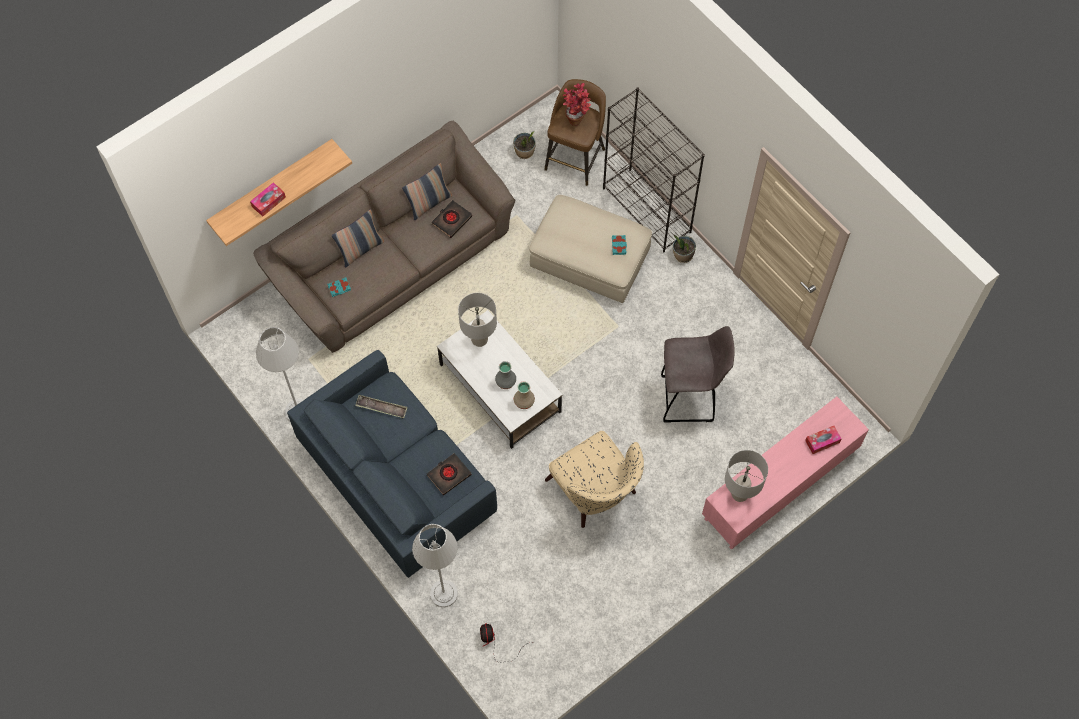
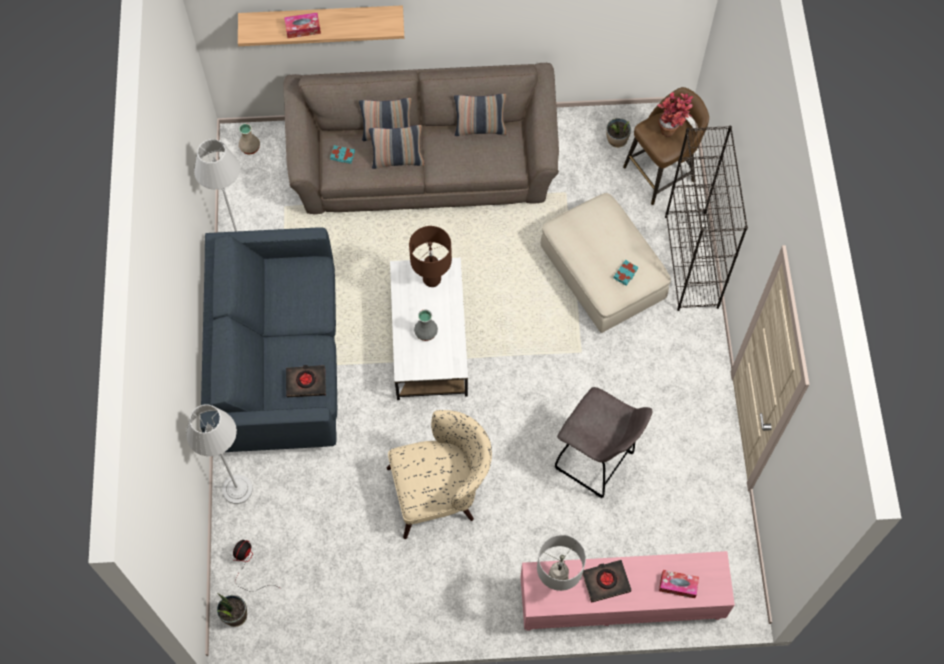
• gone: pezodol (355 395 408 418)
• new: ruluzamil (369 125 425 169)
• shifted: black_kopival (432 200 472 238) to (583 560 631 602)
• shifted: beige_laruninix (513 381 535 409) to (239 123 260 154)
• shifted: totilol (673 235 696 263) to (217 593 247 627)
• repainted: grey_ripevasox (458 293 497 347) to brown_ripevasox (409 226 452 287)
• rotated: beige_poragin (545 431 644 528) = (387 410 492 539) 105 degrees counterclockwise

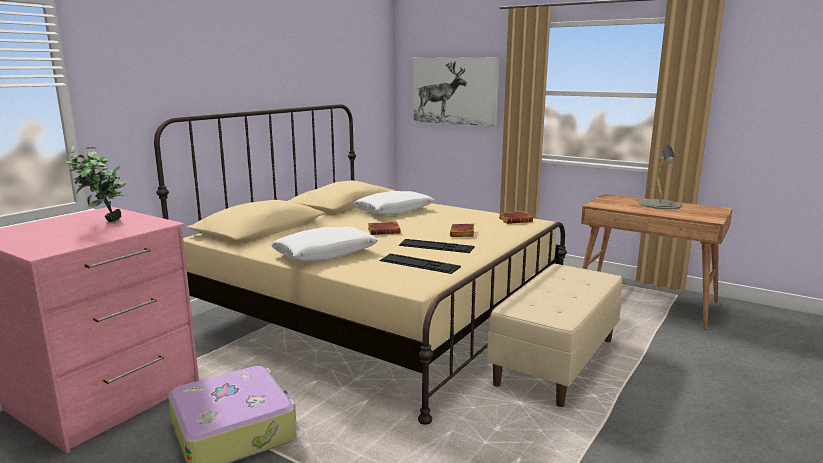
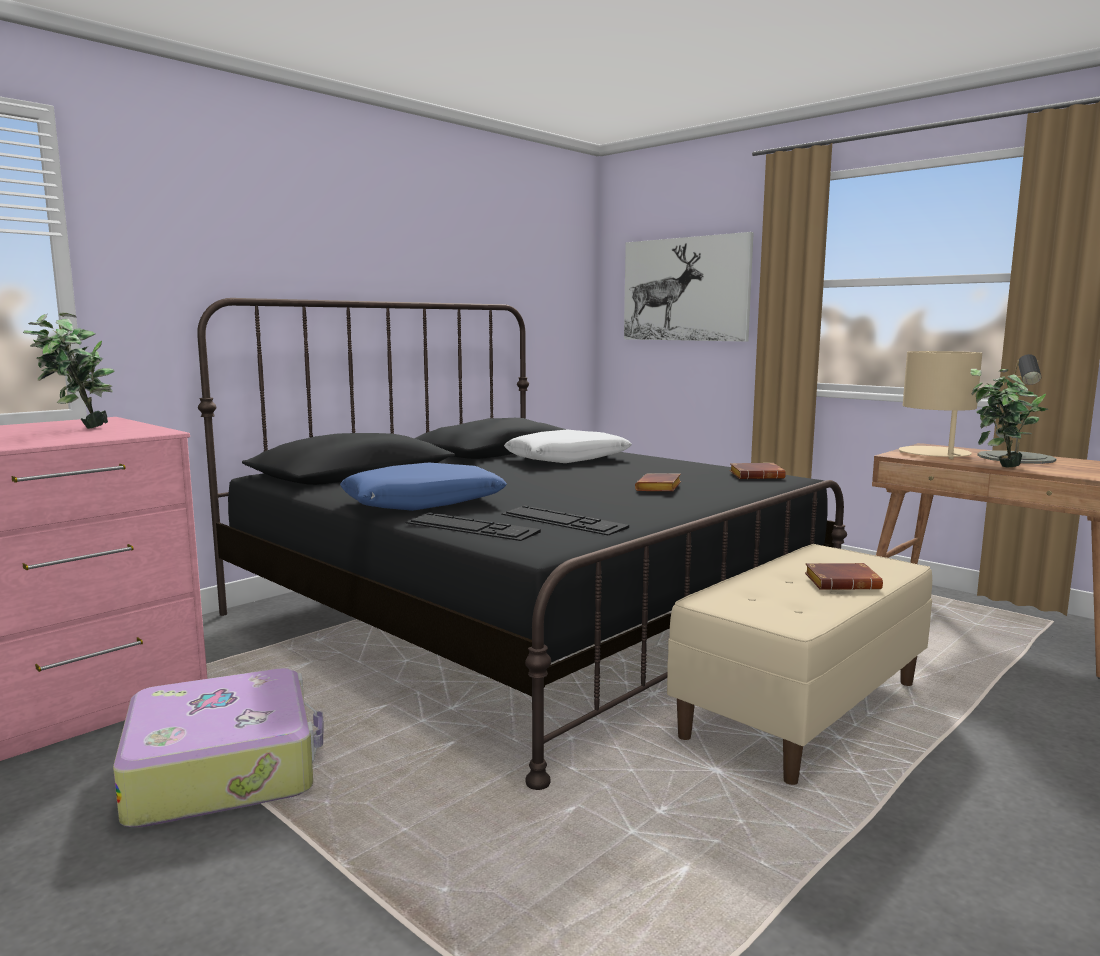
• new: beige_ripevasox (899 351 982 459)
• new: totilol (971 369 1048 467)
• shifted: brown_kopival (368 222 401 235) to (805 563 883 590)
• shifted: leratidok (399 239 474 253) to (405 513 541 541)
• repainted: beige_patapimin (154 104 567 425) to black_patapimin (197 298 847 790)
• repainted: white_ruluzamil (271 227 378 261) to blue_ruluzamil (340 463 507 511)

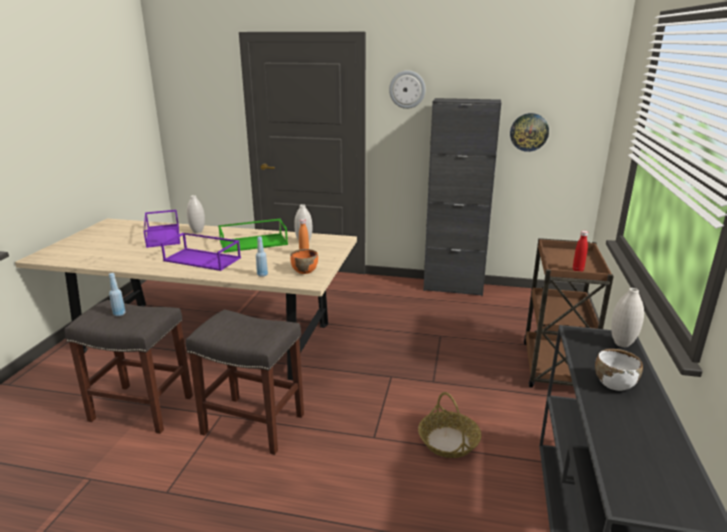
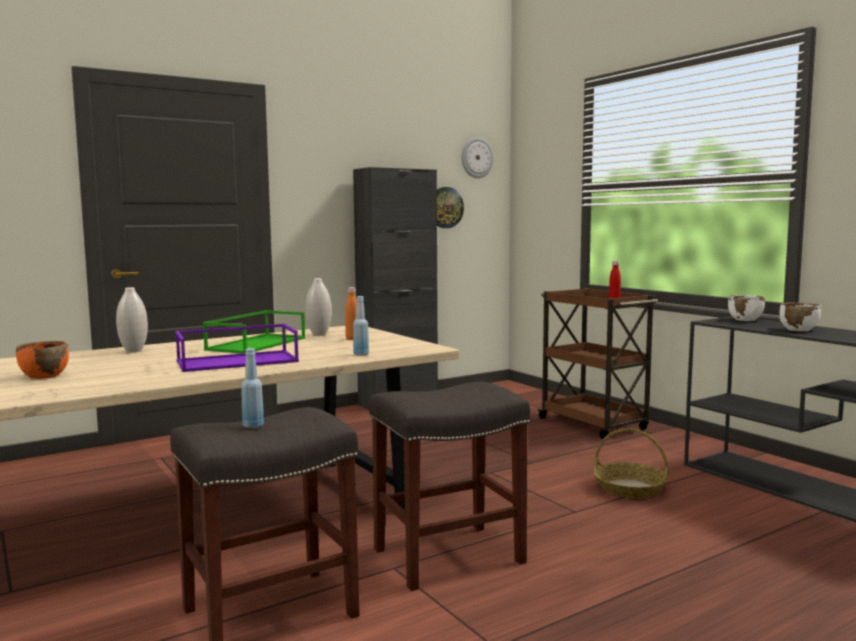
• gone: purple_pezodol (143 210 180 248)
• shifted: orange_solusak (290 249 318 274) to (16 341 69 379)
• shifted: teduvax (389 70 426 109) to (461 137 494 178)
• swapped: white_laruninix (611 288 644 347) to white_solusak (728 295 765 321)

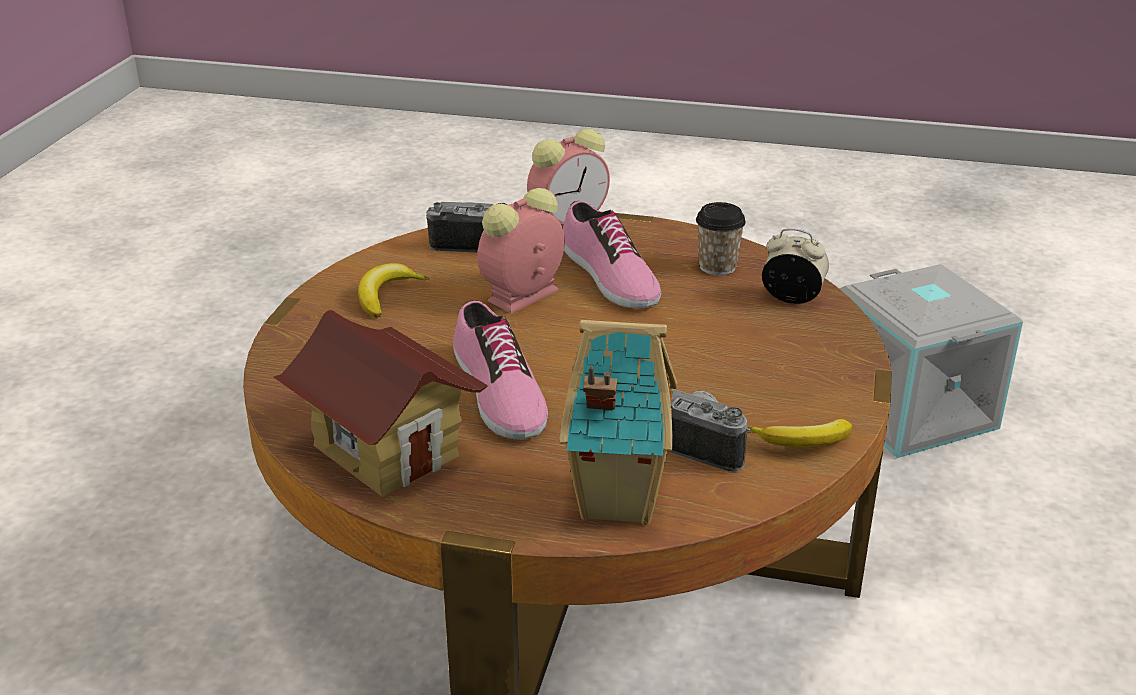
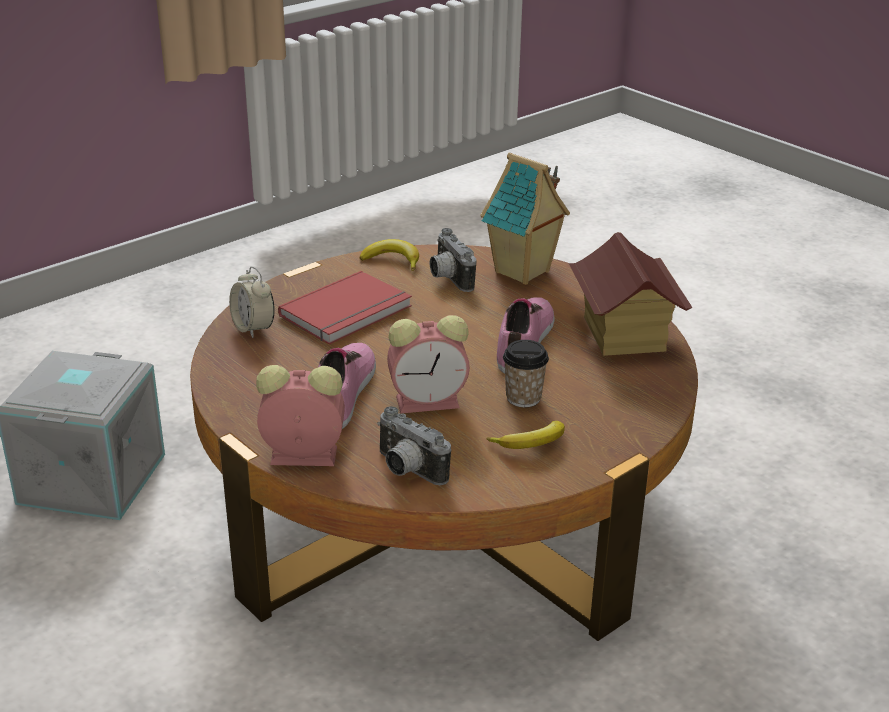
• new: red_kopival (278 271 412 344)
• shifted: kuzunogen (696 202 746 276) to (503 340 549 407)

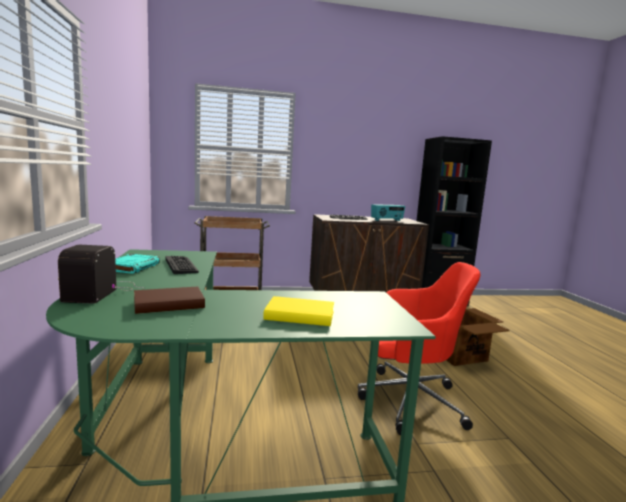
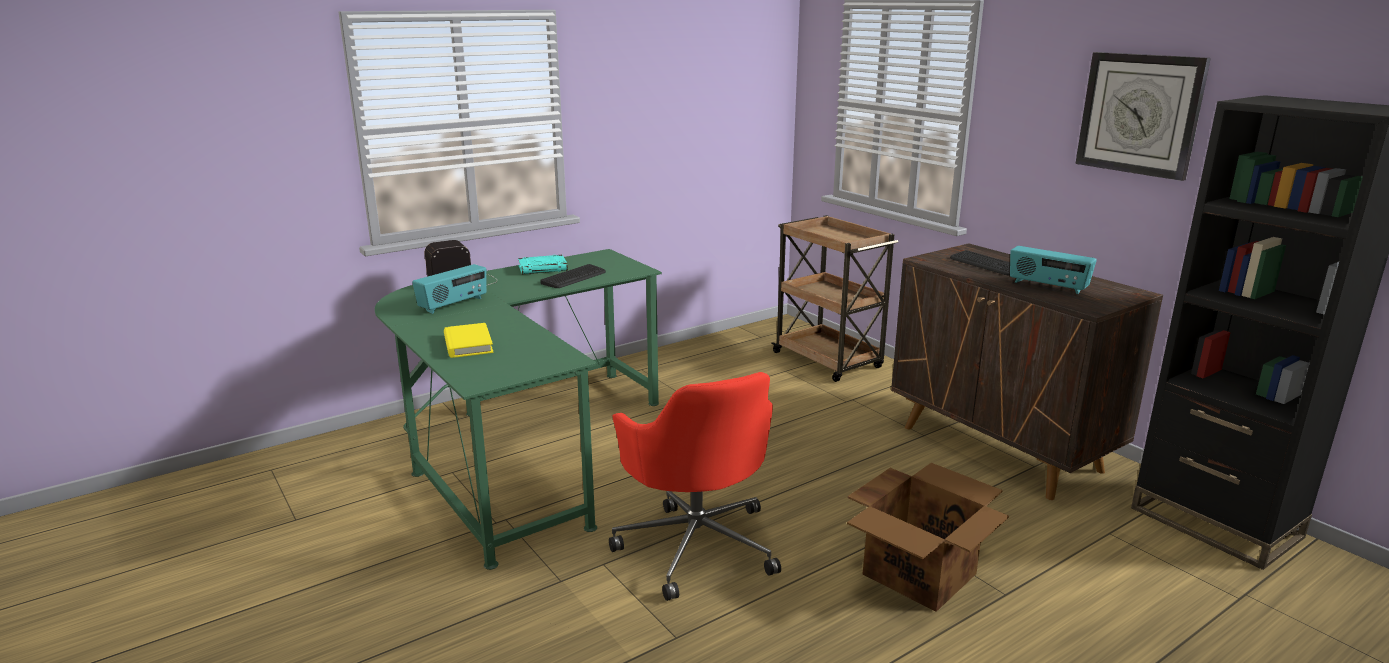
• new: teduvax (1075 52 1211 181)
• swapped: brown_kopival (134 287 205 314) to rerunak (412 264 487 314)

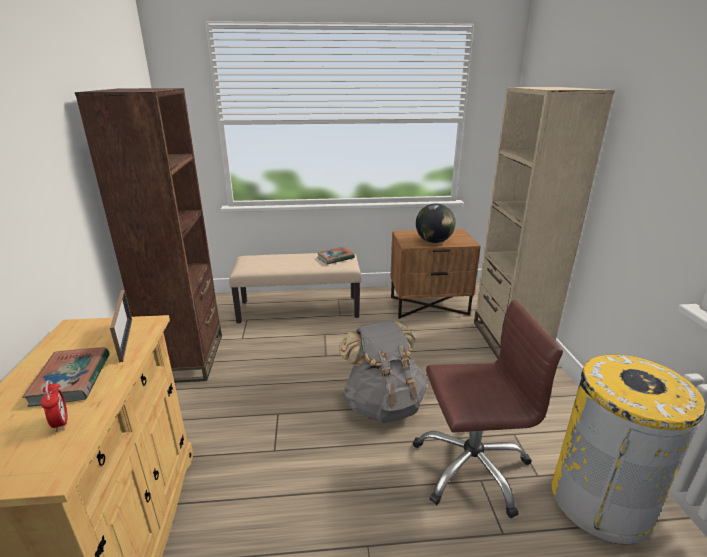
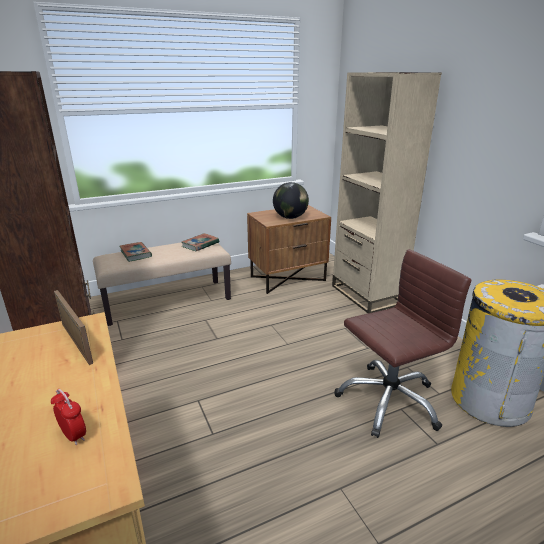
• gone: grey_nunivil (339 321 427 423)
• shifted: kopival (22 347 110 407) to (120 242 152 262)

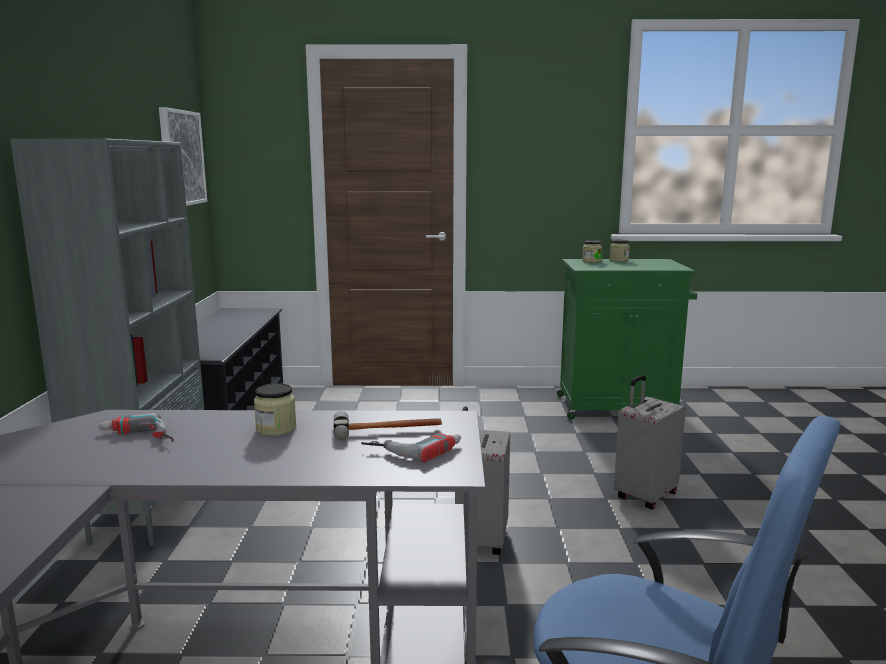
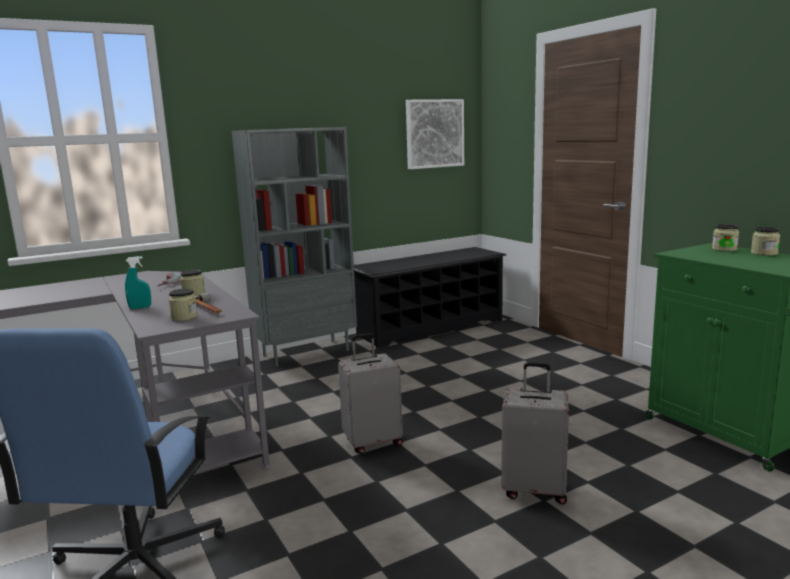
• new: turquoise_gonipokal (125 256 151 309)
• swapped: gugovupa (361 433 461 462) to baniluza (169 289 198 321)

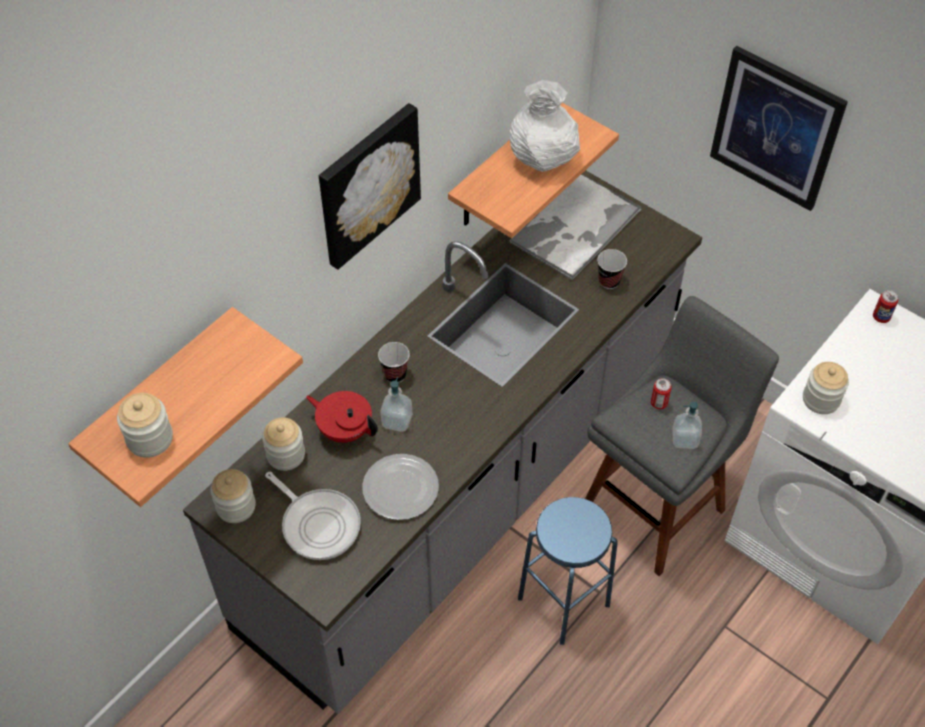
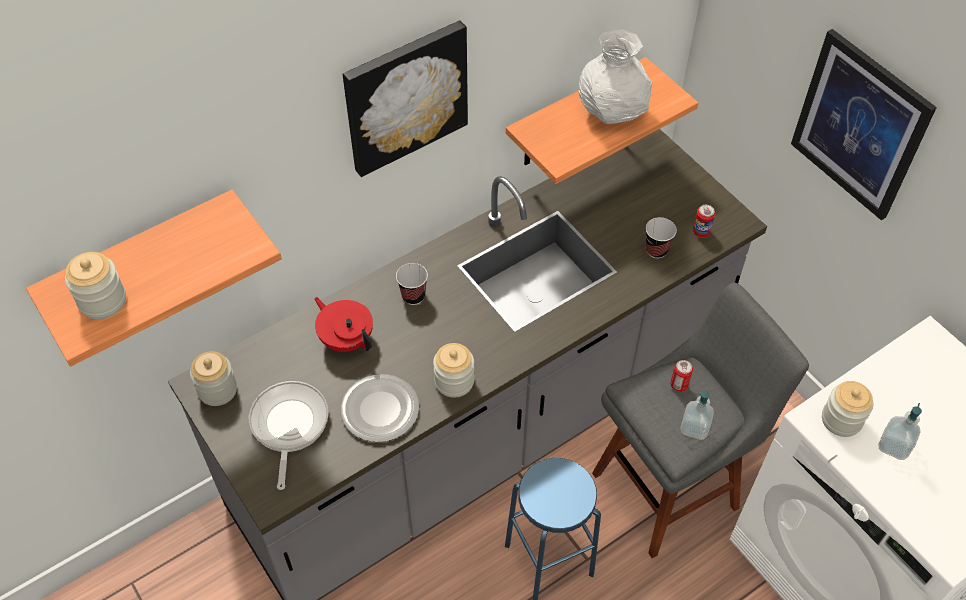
• gone: pezodol (510 174 642 281)
• shifted: baniluza (262 417 305 471) to (433 343 474 398)
• shifted: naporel (380 377 412 432) to (878 403 922 460)
• shifted: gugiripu (873 290 898 323) to (693 205 715 238)
• rotated: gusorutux (265 472 361 560) = (249 381 329 490) 150 degrees counterclockwise

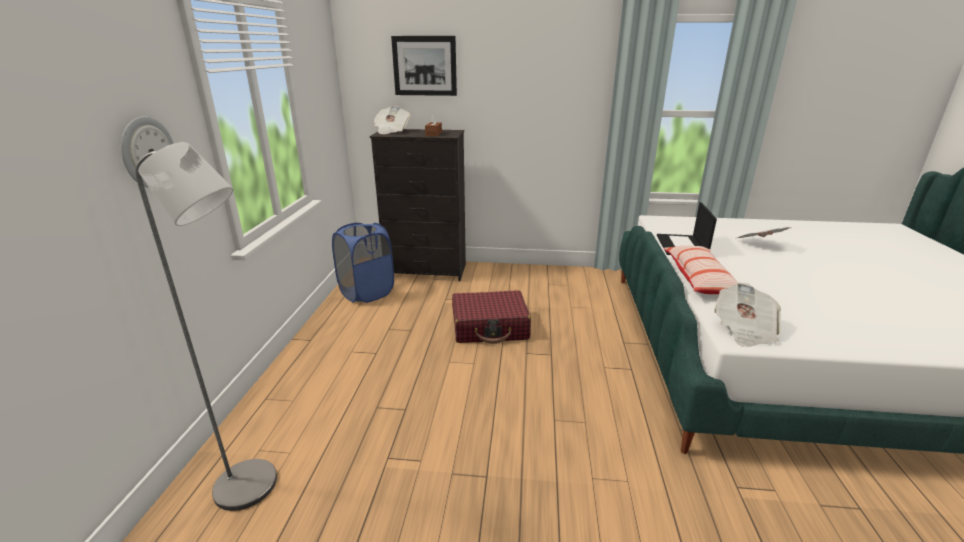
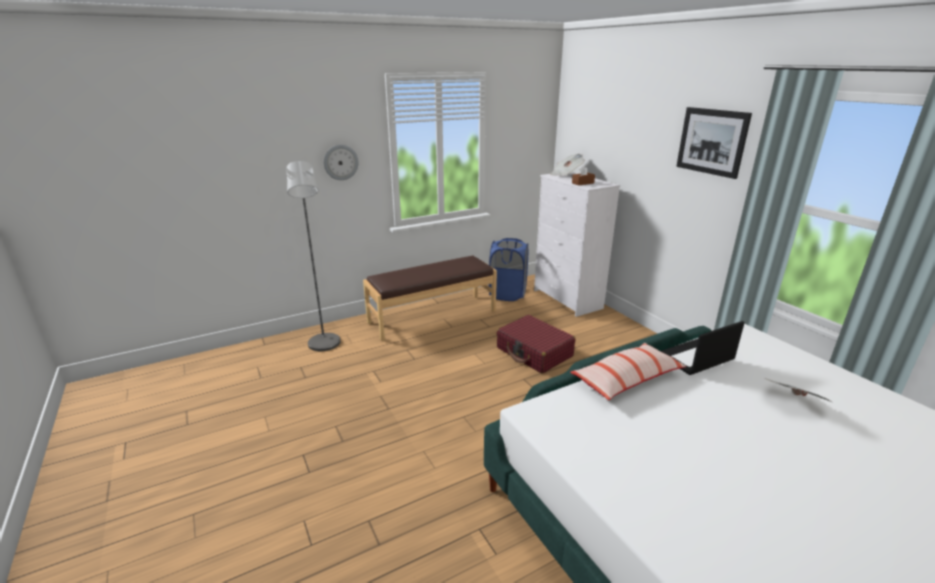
• gone: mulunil (714 283 781 347)
• new: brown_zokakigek (363 256 497 341)
• shifted: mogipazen (391 36 457 96) to (676 107 752 179)
• repainted: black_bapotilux (370 129 466 282) to white_bapotilux (534 172 620 317)

